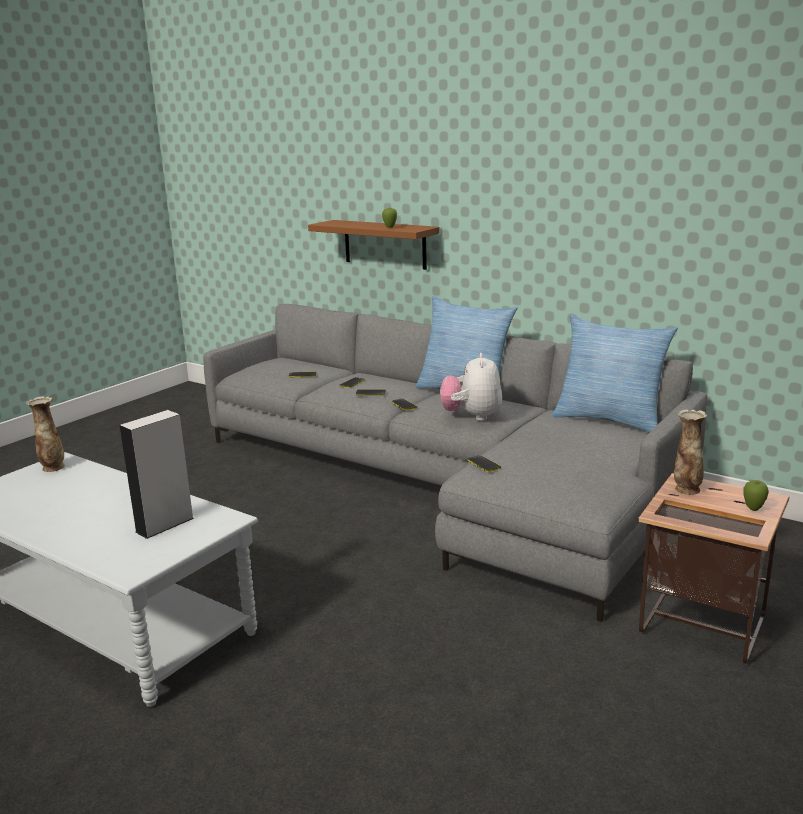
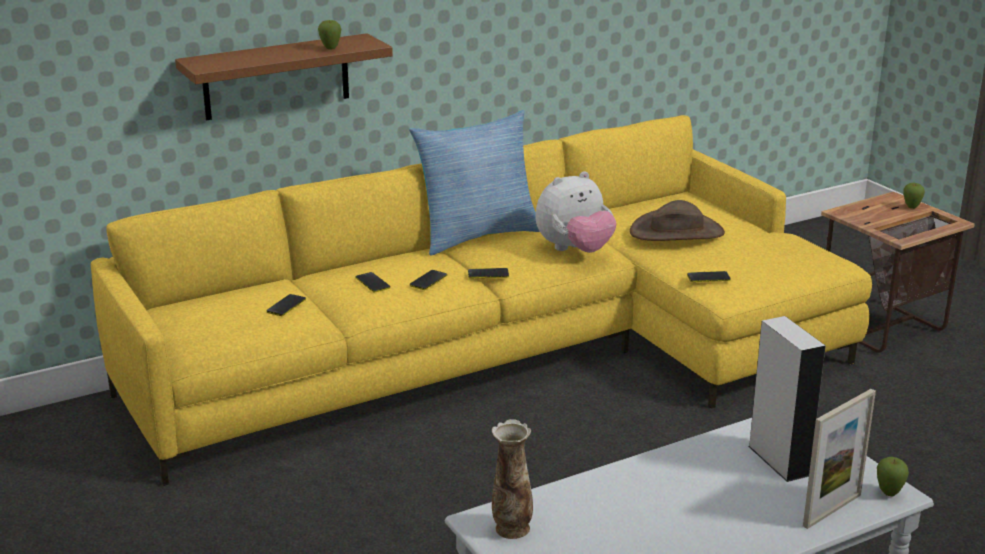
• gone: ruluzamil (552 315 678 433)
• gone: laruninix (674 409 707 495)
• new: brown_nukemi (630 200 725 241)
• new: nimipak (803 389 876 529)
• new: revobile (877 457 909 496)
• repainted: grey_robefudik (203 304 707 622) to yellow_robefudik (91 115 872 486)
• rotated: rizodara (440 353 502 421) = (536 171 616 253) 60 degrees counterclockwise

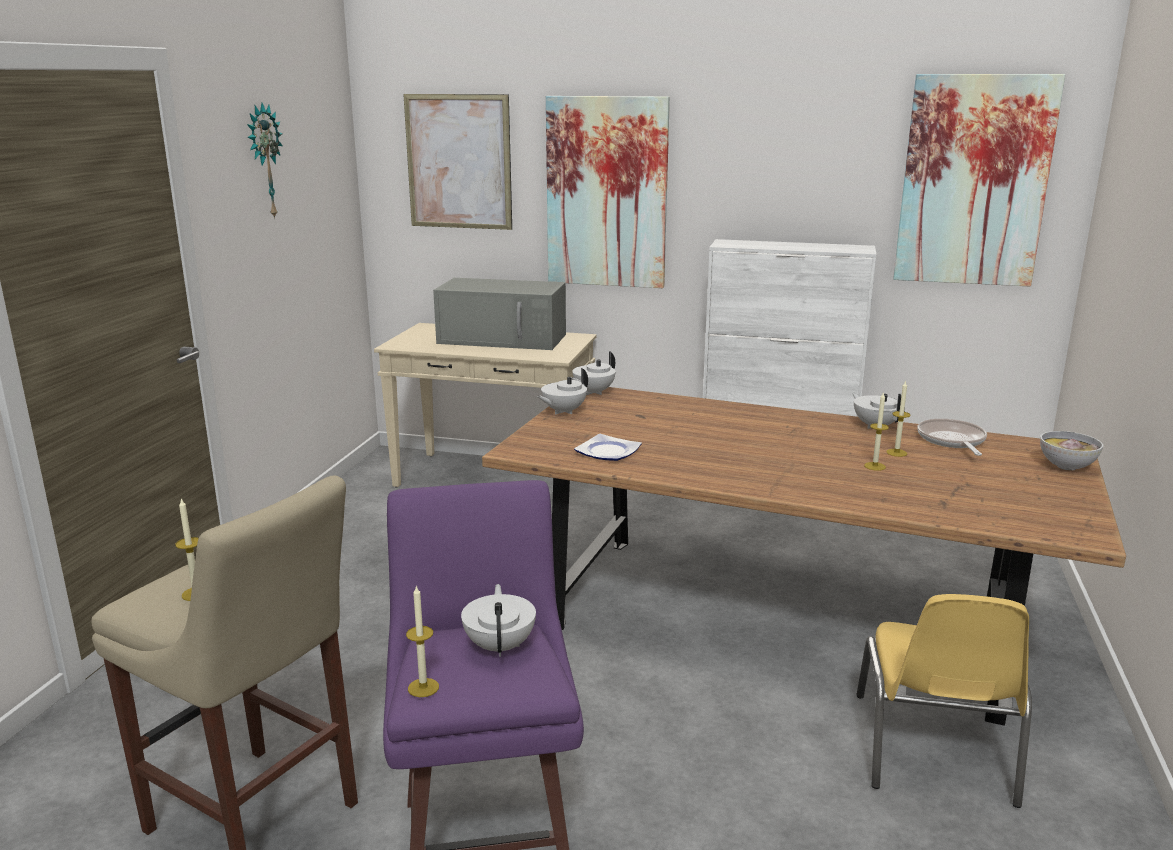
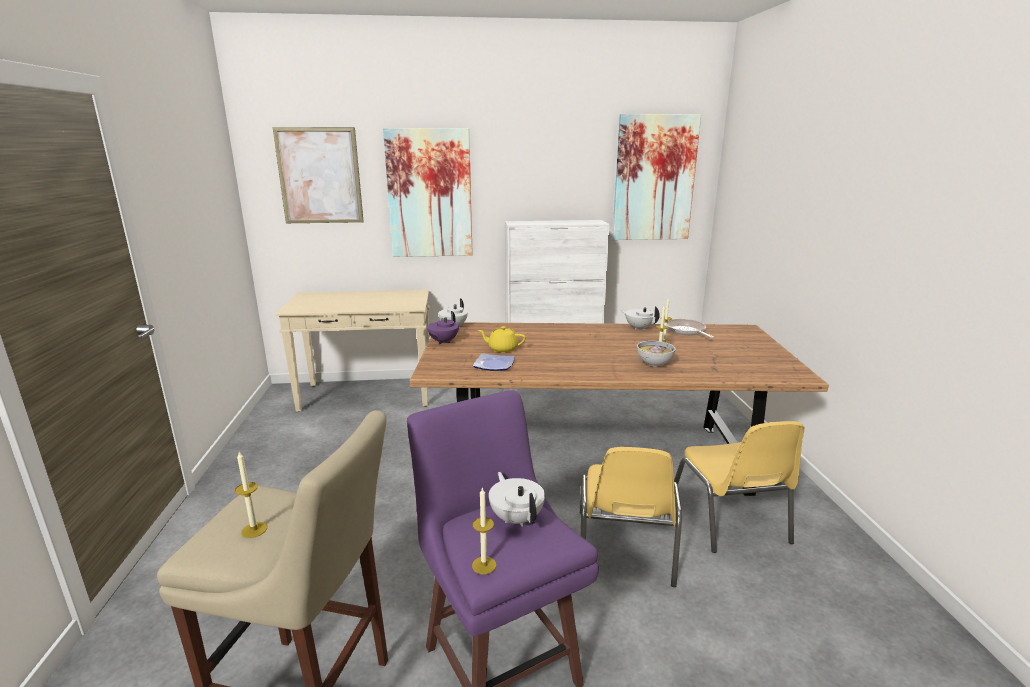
• gone: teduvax (247 103 283 219)
• gone: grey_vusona (433 278 566 350)
• new: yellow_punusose (478 326 526 353)
• new: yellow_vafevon (580 447 682 587)
• shifted: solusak (1040 431 1103 471) to (637 341 676 367)
• repainted: white_punusose (537 368 588 414) to purple_punusose (427 311 459 345)

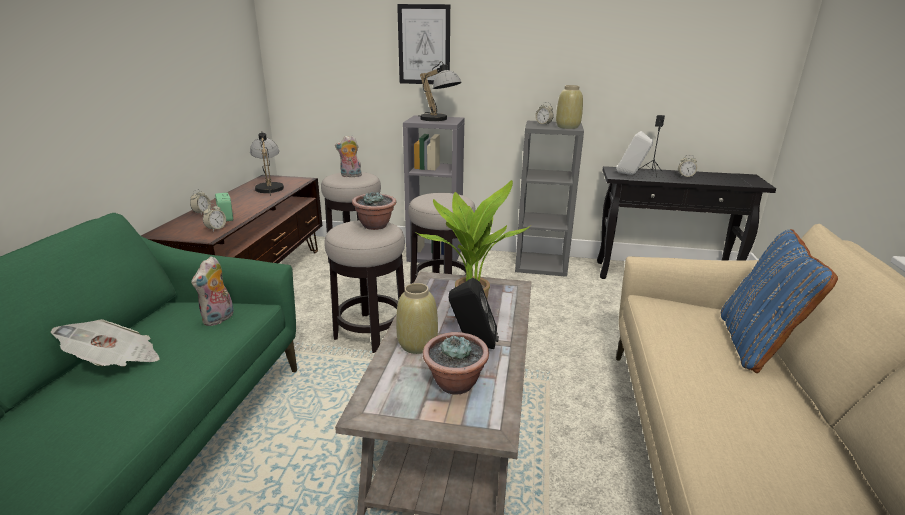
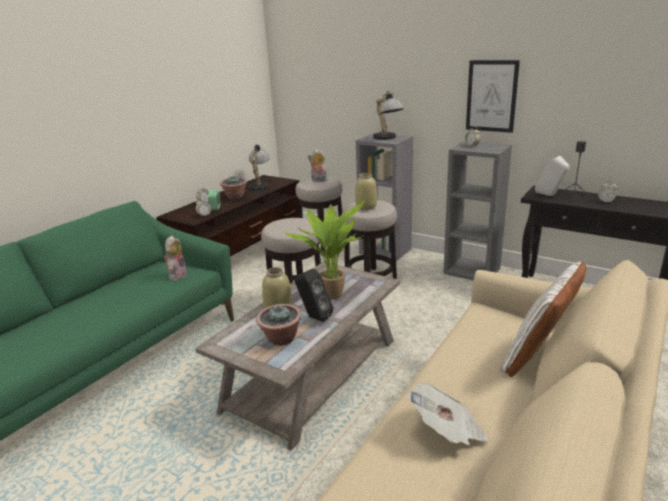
• shifted: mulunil (51 319 160 366) to (407 383 489 445)
• shifted: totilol (352 192 396 230) to (220 176 247 200)
• shifted: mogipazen (397 4 450 84) to (466 60 520 133)
• shifted: beige_laruninix (556 85 583 129) to (355 173 377 210)
• repainted: blue_ruluzamil (721 229 838 373) to white_ruluzamil (501 262 586 377)
• rotated: rizodara (191 256 234 326) = (164 235 188 281) 150 degrees clockwise

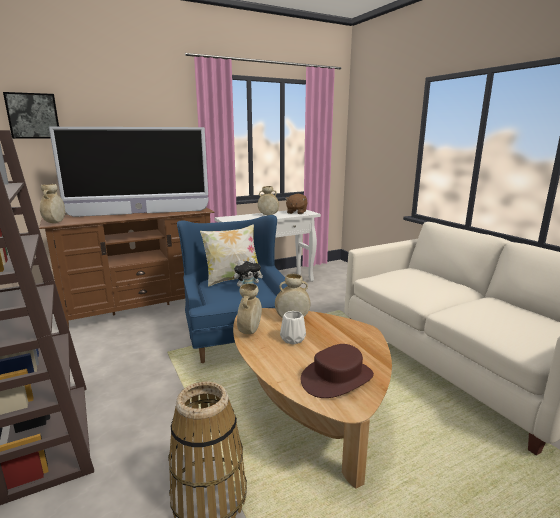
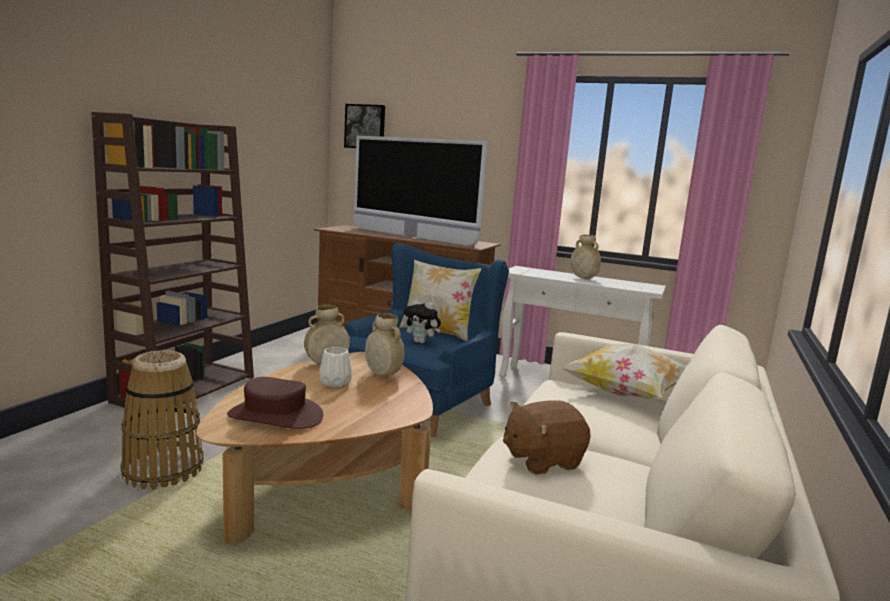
• gone: beige_laruninix (40 184 65 223)
• new: ruluzamil (560 344 686 399)
• shifted: brown_rizodara (285 194 308 214) to (503 400 591 475)

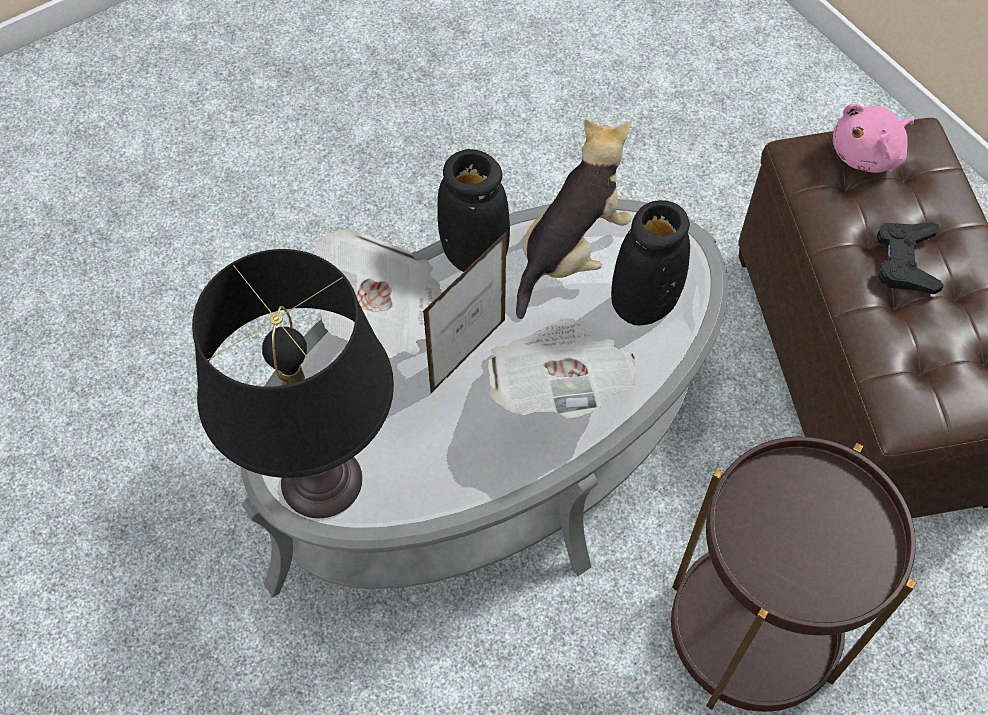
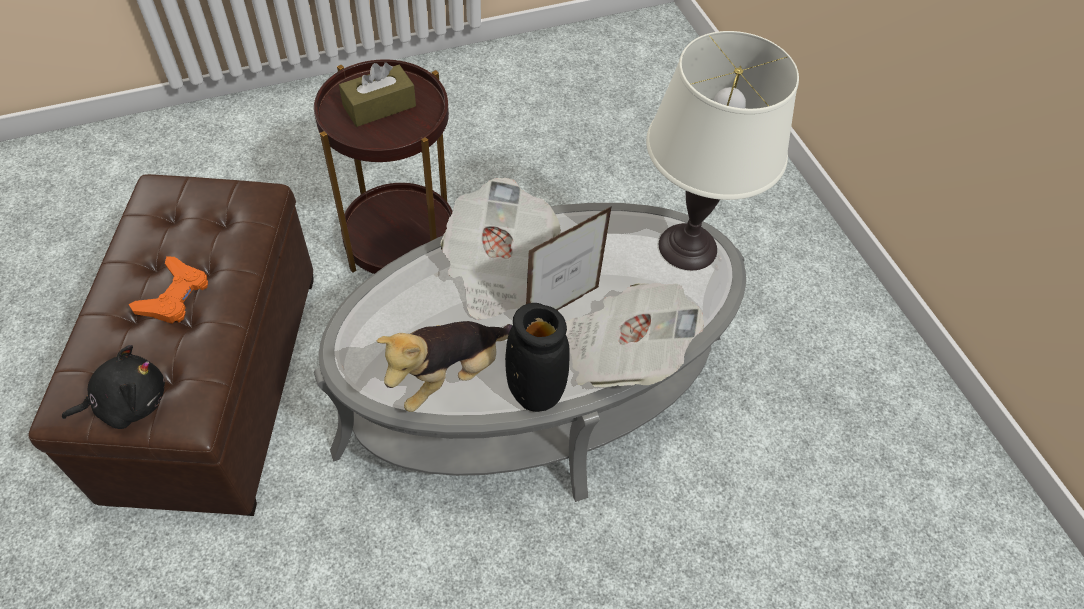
• gone: black_laruninix (611 200 690 326)
• new: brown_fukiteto (339 63 416 127)
• repainted: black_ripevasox (192 249 394 518) to white_ripevasox (646 31 799 270)
• repainted: pink_rizodara (832 104 914 173) to black_rizodara (62 345 165 429)
• repainted: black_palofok (877 222 944 294) to orange_palofok (129 256 208 324)

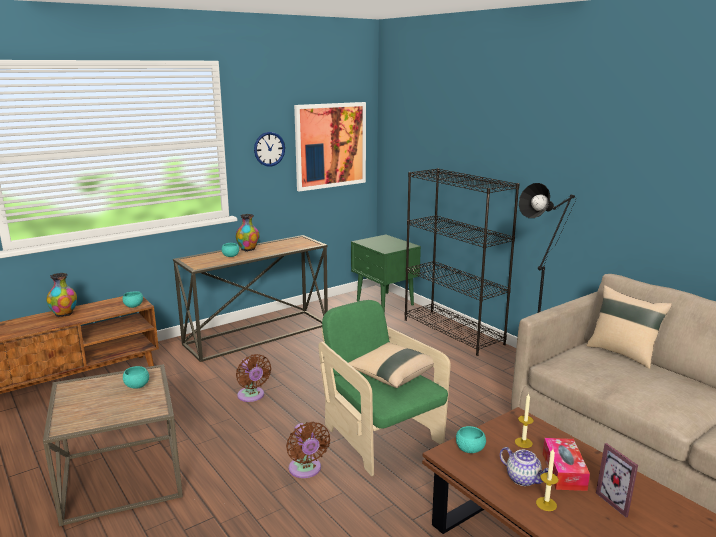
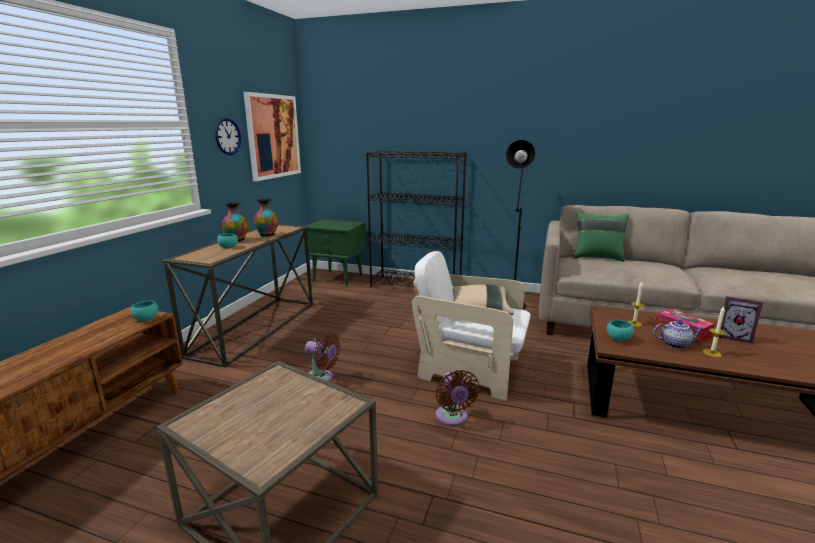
• gone: turquoise_solusak (123 366 149 389)
• shifted: laruninix (47 273 77 317) to (253 198 278 237)
• repainted: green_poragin (318 300 451 476) to white_poragin (412 251 530 401)
• repainted: beige_ruluzamil (586 285 672 369) to green_ruluzamil (573 212 629 262)
• rotated: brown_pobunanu (286 422 330 478) = (435 370 480 426) 45 degrees clockwise

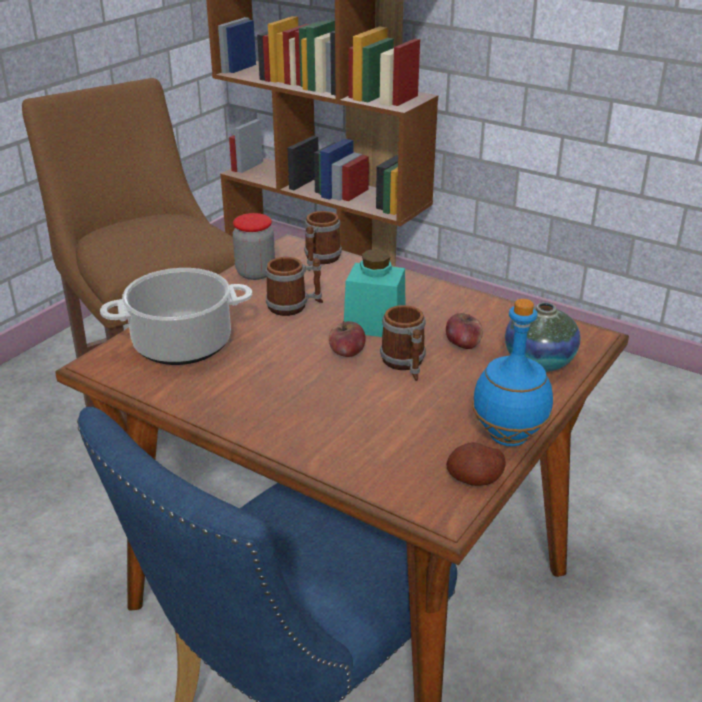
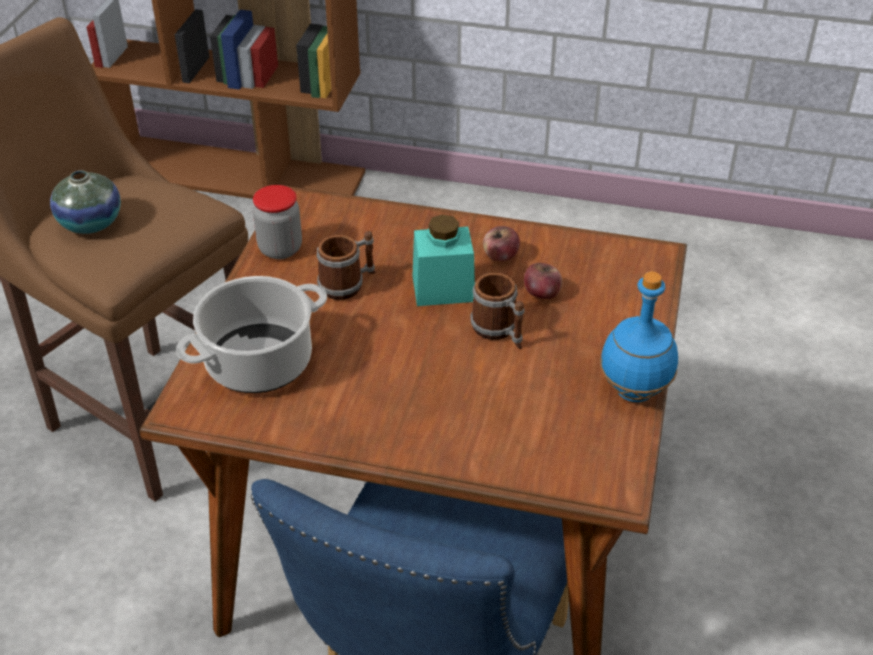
• gone: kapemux (304 211 342 271)
• gone: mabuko (446 442 506 486)
• shifted: revobile (329 321 366 357) to (483 226 520 261)
• shifted: laruninix (505 303 581 372) to (50 170 121 234)

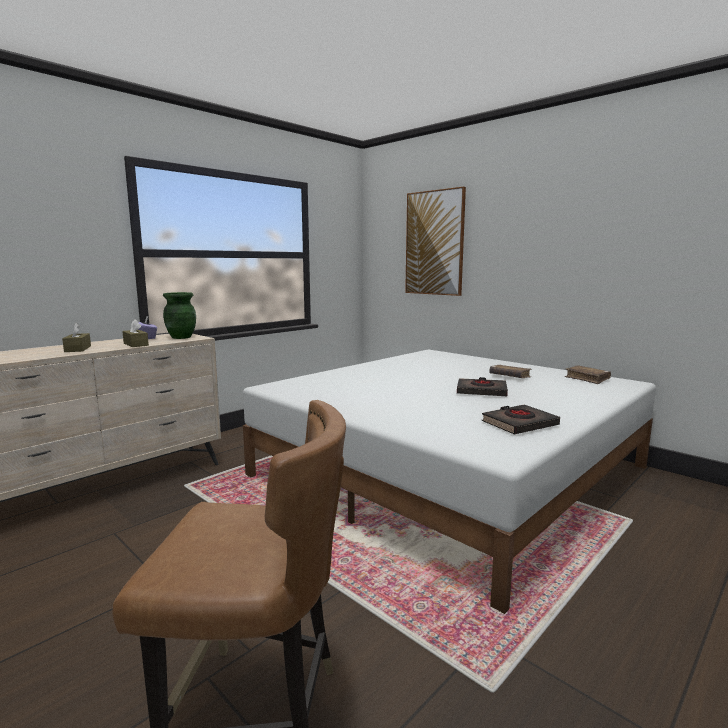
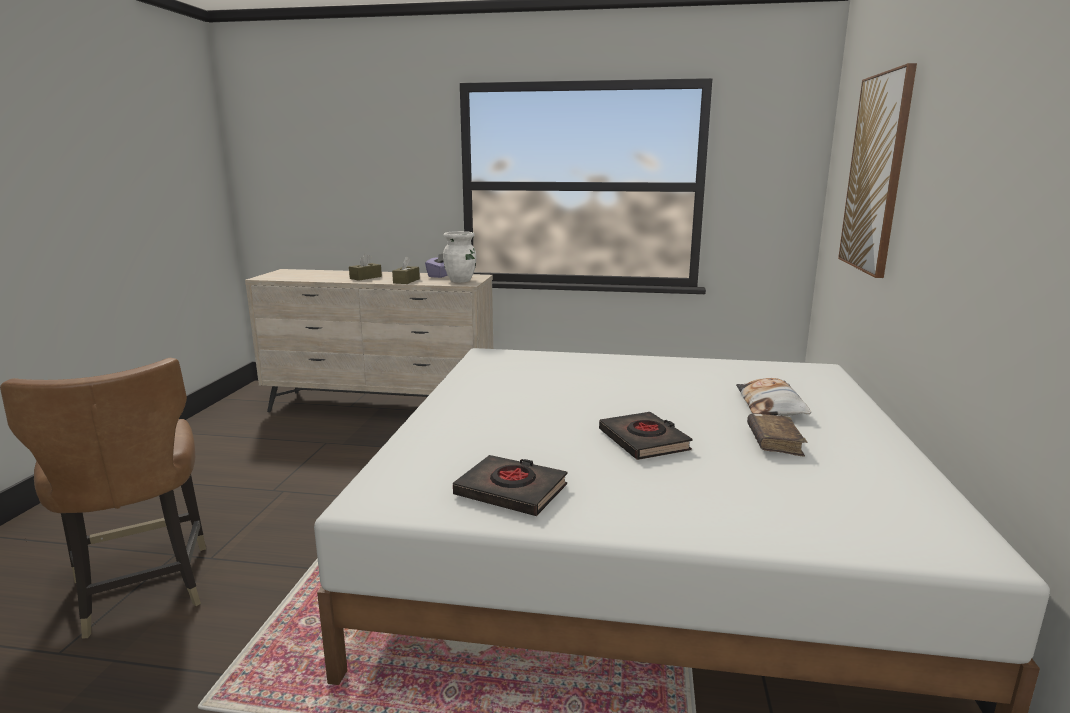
• gone: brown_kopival (565 365 611 384)
• new: ruluzamil (736 378 811 416)
• repainted: green_laruninix (163 292 196 339) to white_laruninix (443 231 476 282)

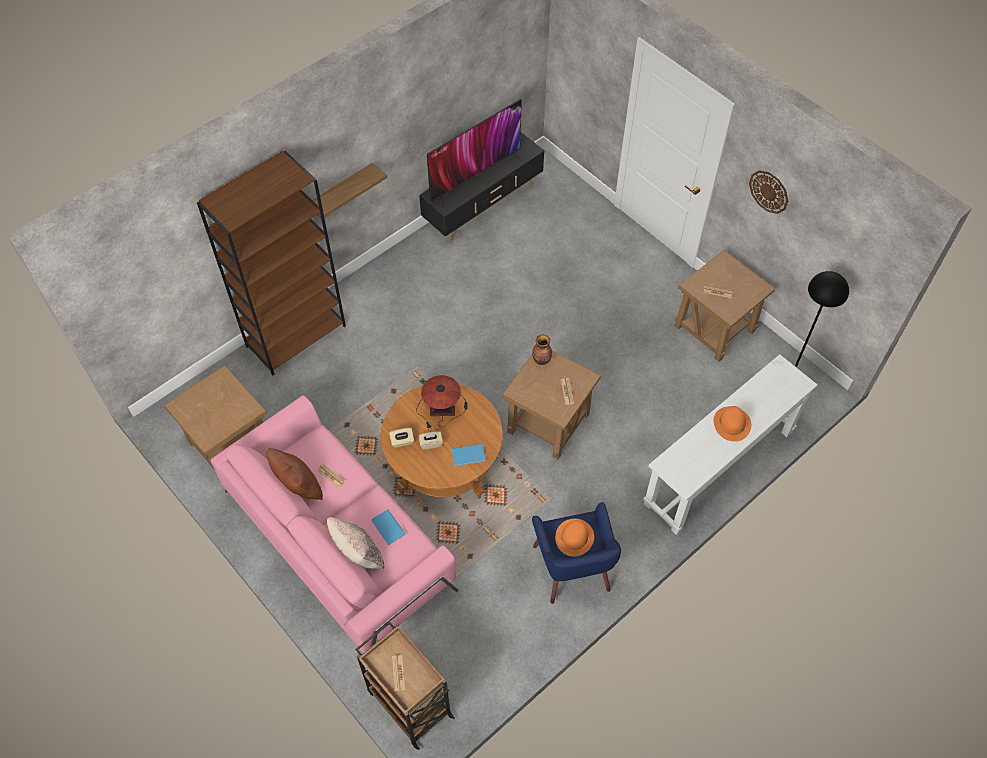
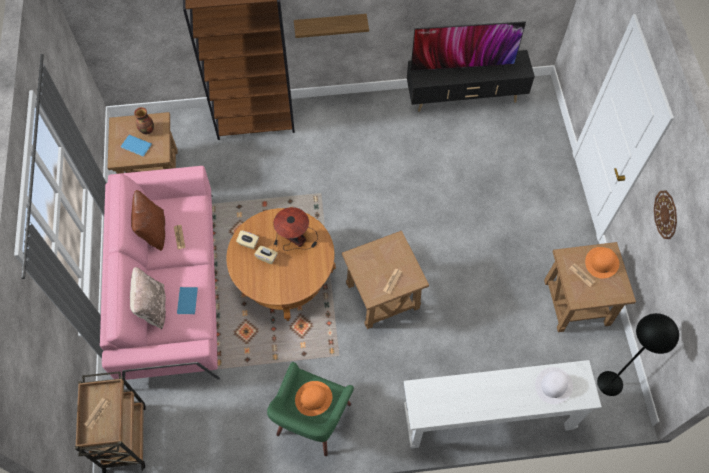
• new: white_nukemi (535 367 573 404)
• shifted: blue_kopival (451 444 486 466) to (121 135 152 156)
• shifted: laruninix (532 334 552 365) to (134 107 154 134)
• shifted: orange_nukemi (714 406 751 442) to (585 247 619 278)
• repainted: blue_poragin (532 502 621 604) to green_poragin (267 362 354 456)

